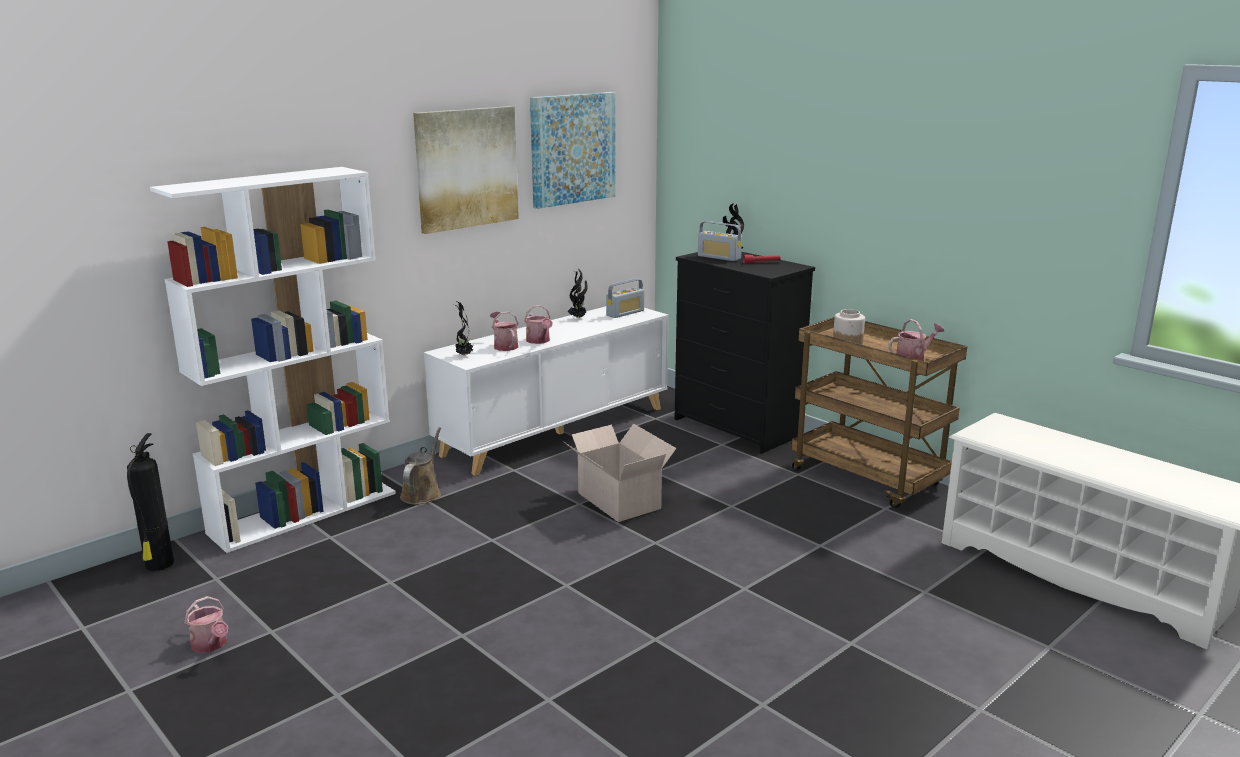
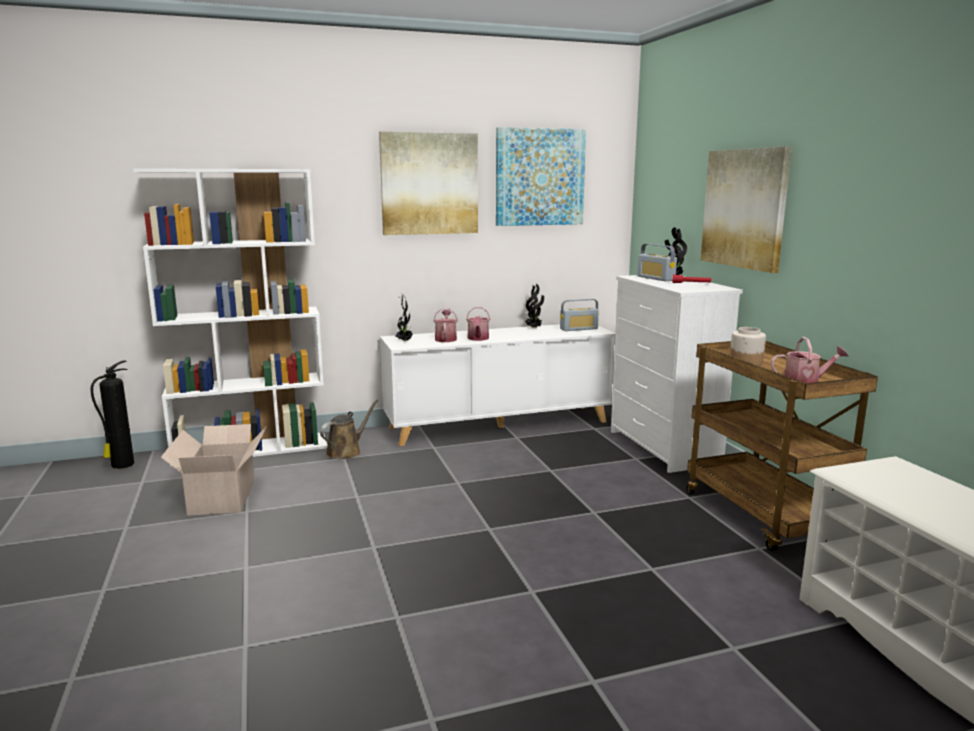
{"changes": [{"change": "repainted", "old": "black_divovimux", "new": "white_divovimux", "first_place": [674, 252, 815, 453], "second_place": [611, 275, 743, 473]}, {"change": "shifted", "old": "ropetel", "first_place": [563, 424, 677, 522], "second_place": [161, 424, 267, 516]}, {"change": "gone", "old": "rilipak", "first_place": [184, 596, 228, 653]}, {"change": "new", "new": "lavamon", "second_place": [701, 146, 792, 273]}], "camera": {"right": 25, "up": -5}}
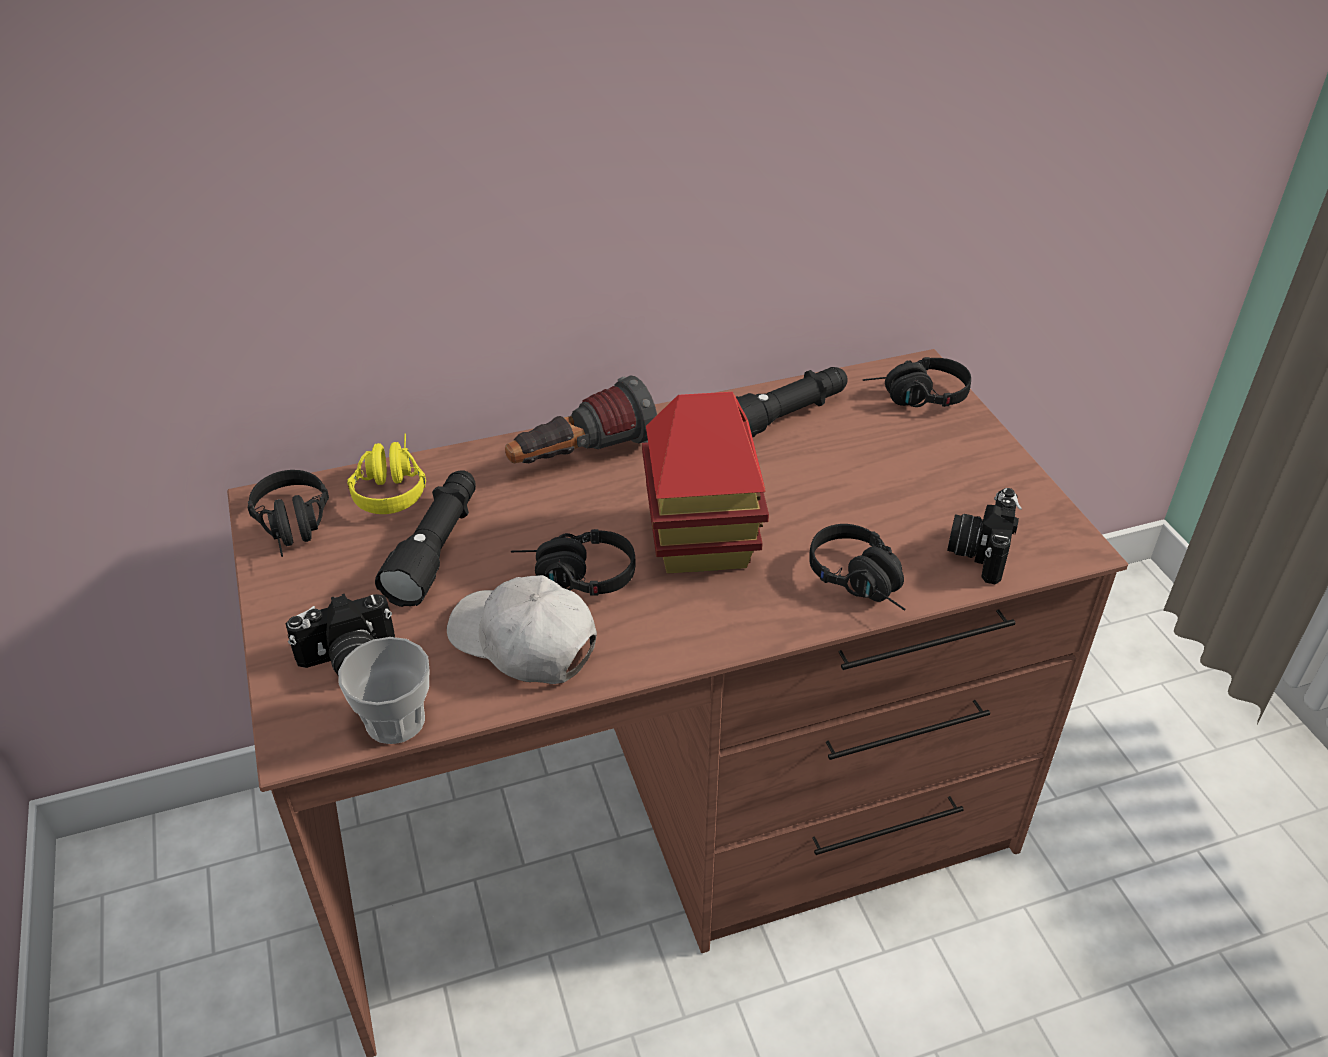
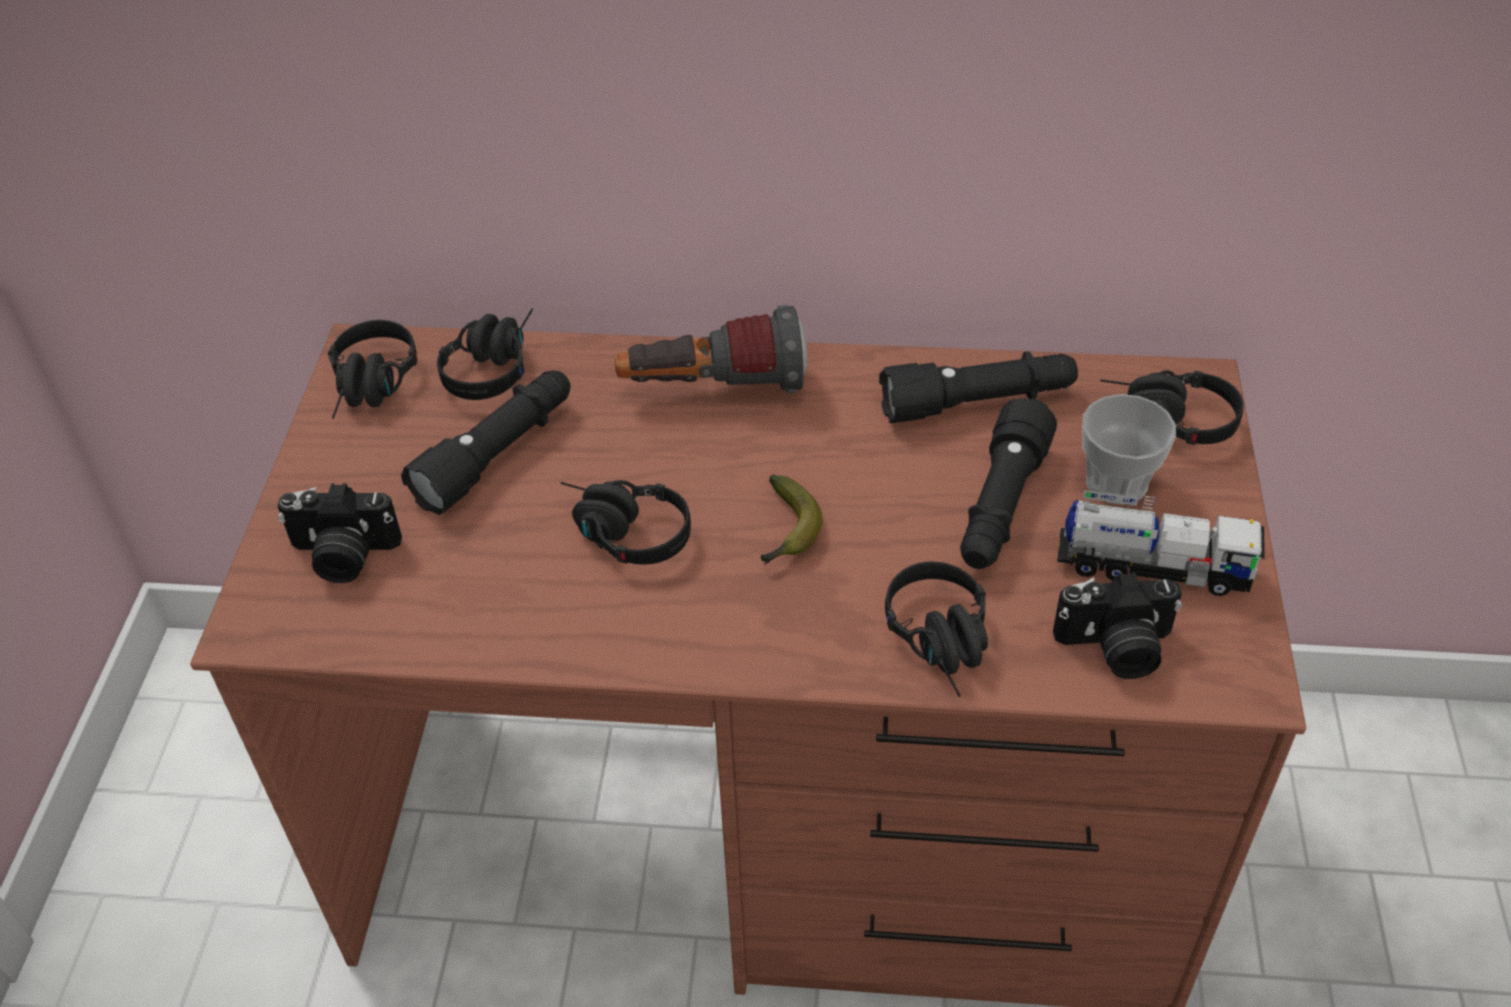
{"changes": [{"change": "swapped", "old": "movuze", "new": "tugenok", "first_place": [642, 392, 769, 574], "second_place": [761, 475, 822, 565]}, {"change": "repainted", "old": "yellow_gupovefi", "new": "black_gupovefi", "first_place": [347, 433, 426, 514], "second_place": [437, 308, 533, 400]}, {"change": "rotated", "old": "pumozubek", "first_place": [947, 488, 1022, 584], "second_place": [1053, 572, 1182, 679], "degrees": -135}, {"change": "gone", "old": "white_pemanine", "first_place": [447, 575, 597, 684]}, {"change": "shifted", "old": "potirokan", "first_place": [338, 637, 429, 744], "second_place": [1082, 394, 1176, 505]}, {"change": "new", "new": "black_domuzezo", "second_place": [960, 398, 1057, 569]}, {"change": "new", "new": "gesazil", "second_place": [1057, 490, 1265, 596]}], "camera": {"right": 25, "up": 5}}
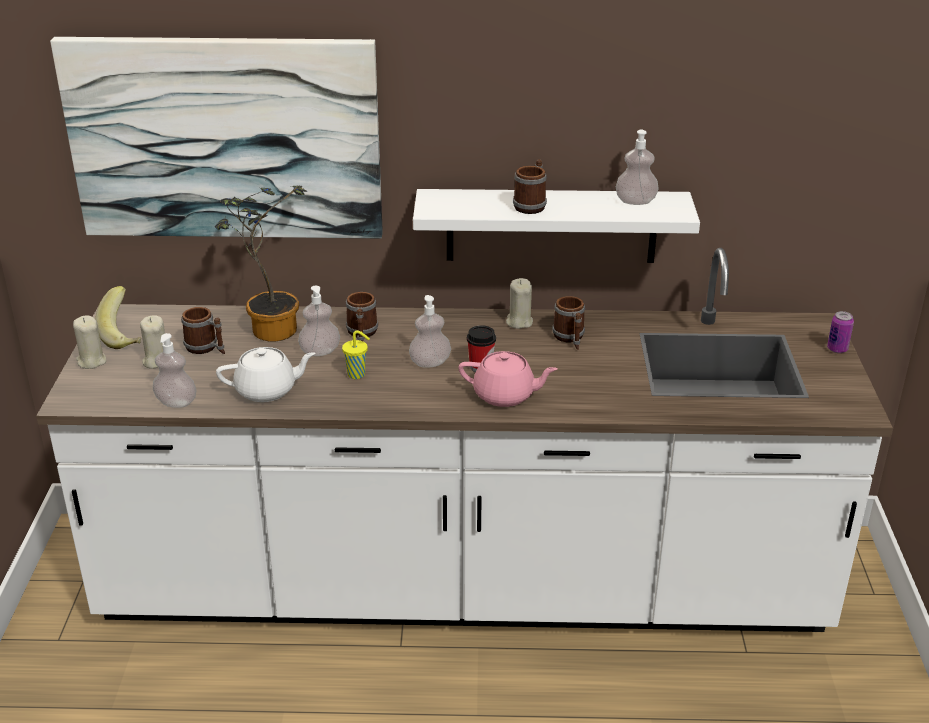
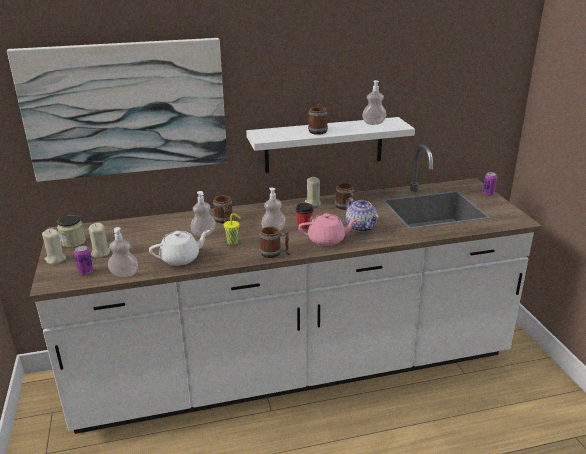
{"changes": [{"change": "gone", "old": "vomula", "first_place": [215, 186, 307, 342]}, {"change": "swapped", "old": "tugenok", "new": "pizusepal", "first_place": [95, 286, 141, 349], "second_place": [57, 215, 86, 247]}, {"change": "shifted", "old": "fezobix", "first_place": [181, 307, 225, 354], "second_place": [259, 227, 290, 258]}, {"change": "new", "new": "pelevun", "second_place": [346, 198, 379, 232]}, {"change": "new", "new": "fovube", "second_place": [74, 246, 93, 275]}], "camera": {"right": -15, "up": -5}}
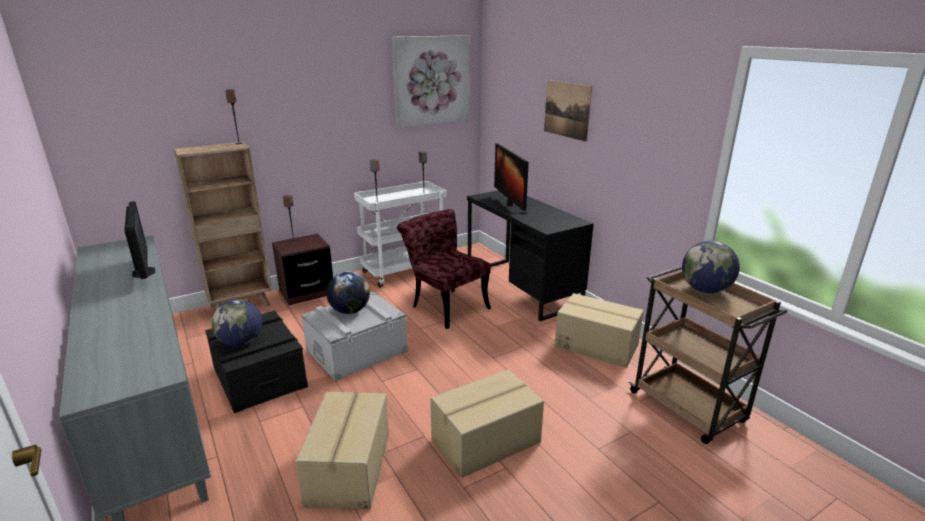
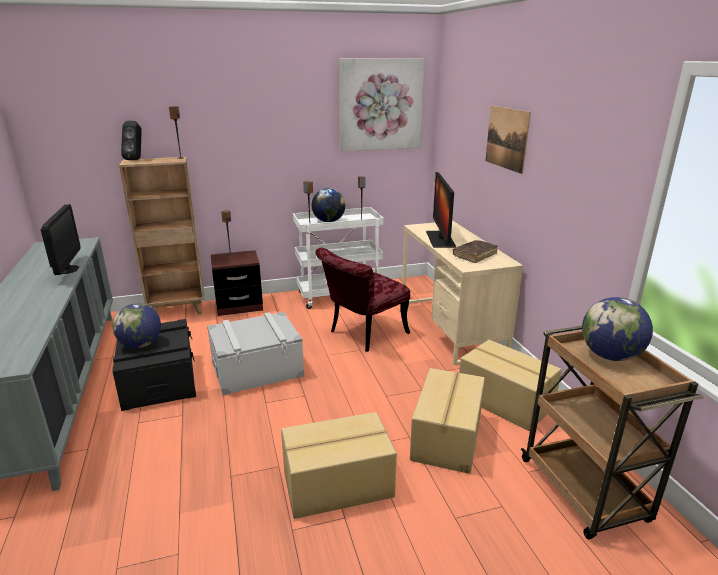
{"changes": [{"change": "repainted", "old": "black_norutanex", "new": "beige_norutanex", "first_place": [467, 190, 594, 321], "second_place": [402, 221, 523, 365]}, {"change": "rotated", "old": "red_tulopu", "first_place": [397, 209, 491, 329], "second_place": [315, 248, 410, 352], "degrees": -105}, {"change": "shifted", "old": "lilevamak", "first_place": [326, 271, 370, 314], "second_place": [312, 188, 345, 222]}, {"change": "shifted", "old": "ropetel", "first_place": [295, 392, 389, 509], "second_place": [410, 368, 485, 474]}, {"change": "new", "new": "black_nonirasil", "second_place": [121, 121, 142, 160]}, {"change": "new", "new": "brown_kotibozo", "second_place": [453, 240, 498, 263]}], "camera": {"right": 15, "up": 0}}
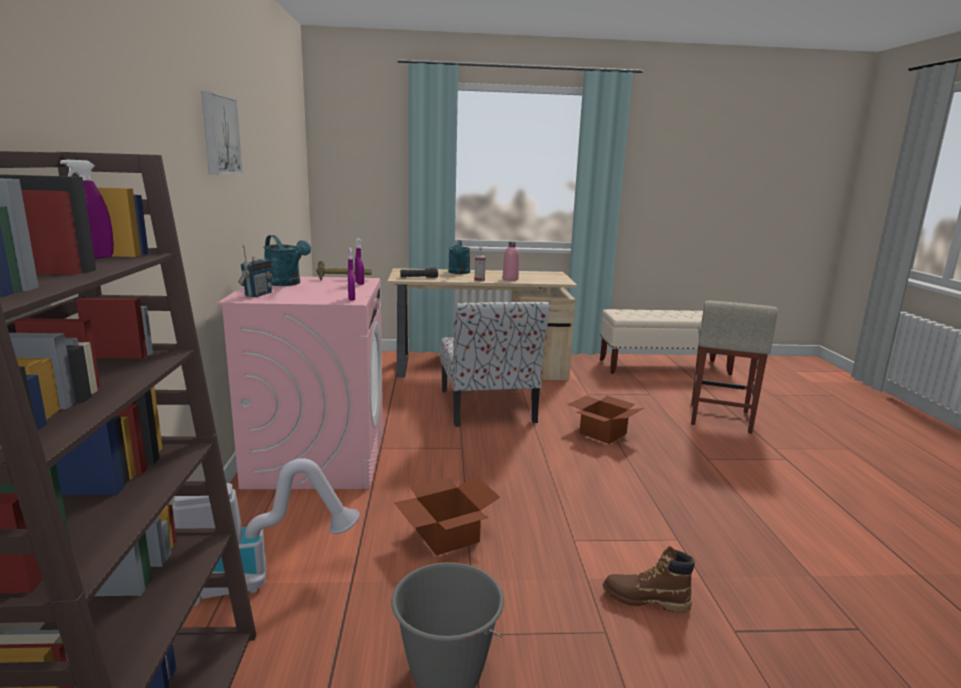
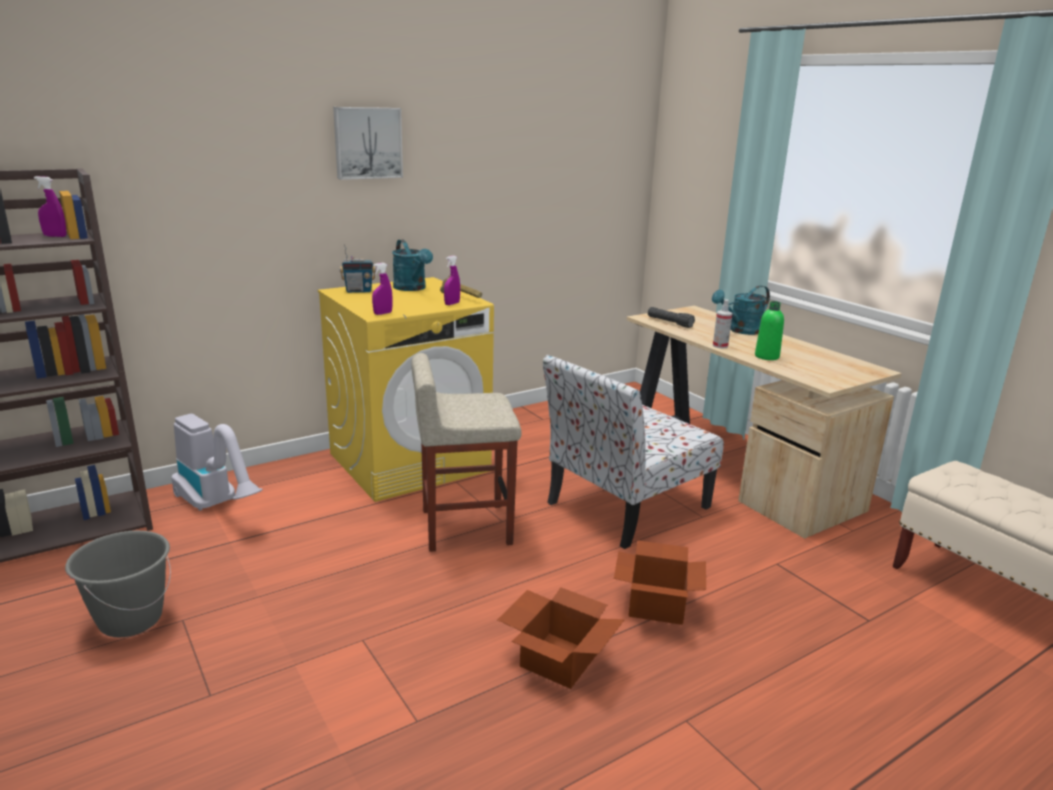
{"changes": [{"change": "rotated", "old": "turquoise_rilipak", "first_place": [263, 235, 311, 286], "second_place": [392, 239, 433, 291], "degrees": -45}, {"change": "repainted", "old": "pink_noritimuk", "new": "green_noritimuk", "first_place": [503, 242, 519, 281], "second_place": [755, 301, 784, 360]}, {"change": "repainted", "old": "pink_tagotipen", "new": "yellow_tagotipen", "first_place": [217, 277, 383, 489], "second_place": [318, 277, 494, 502]}, {"change": "shifted", "old": "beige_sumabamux", "first_place": [691, 301, 778, 434], "second_place": [411, 353, 522, 552]}, {"change": "shifted", "old": "ropetel", "first_place": [394, 476, 500, 556], "second_place": [497, 587, 625, 689]}, {"change": "gone", "old": "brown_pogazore", "first_place": [603, 546, 695, 613]}], "camera": {"right": 60, "up": 5}}
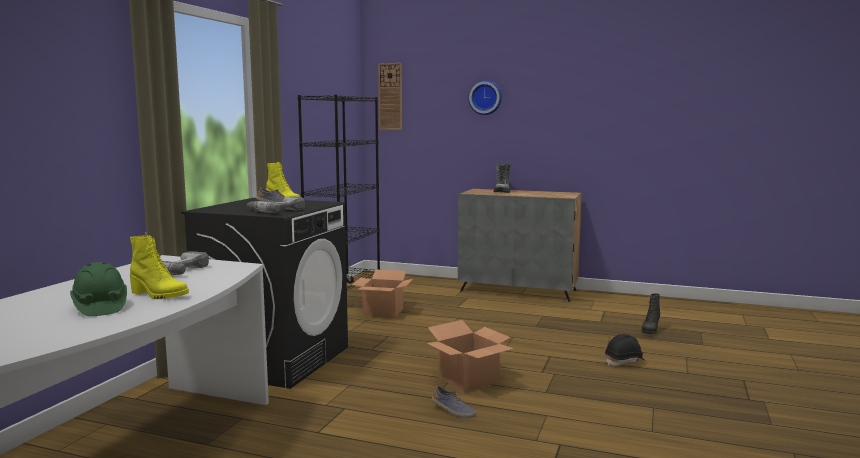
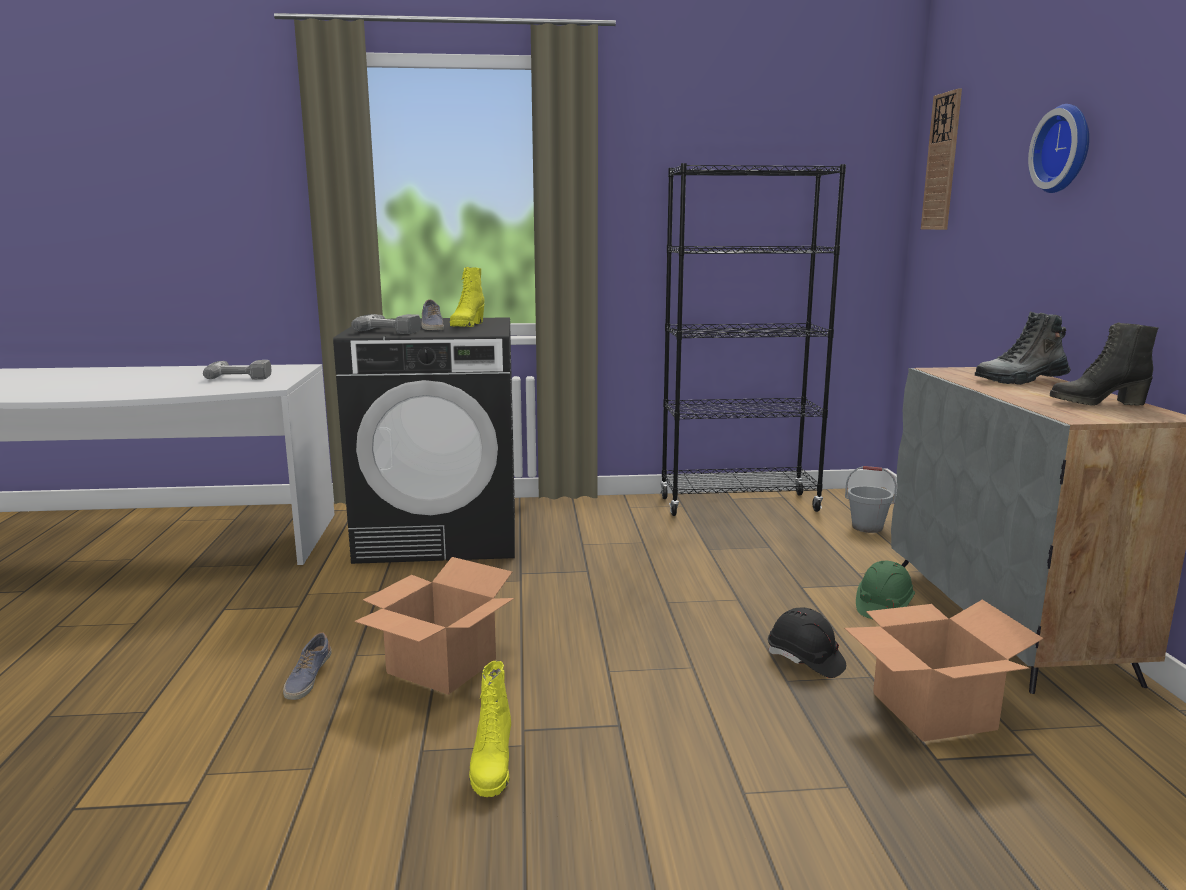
{"changes": [{"change": "shifted", "old": "yellow_pogazore", "first_place": [130, 235, 189, 299], "second_place": [469, 661, 511, 797]}, {"change": "shifted", "old": "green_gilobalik", "first_place": [70, 262, 127, 316], "second_place": [856, 560, 915, 619]}, {"change": "shifted", "old": "ropetel", "first_place": [352, 269, 413, 317], "second_place": [844, 600, 1043, 741]}, {"change": "shifted", "old": "black_pogazore", "first_place": [642, 293, 660, 334], "second_place": [1050, 323, 1158, 406]}, {"change": "shifted", "old": "black_gilobalik", "first_place": [605, 334, 647, 366], "second_place": [768, 608, 846, 678]}, {"change": "new", "new": "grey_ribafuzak", "second_place": [845, 466, 897, 533]}], "camera": {"right": 65, "up": 5}}
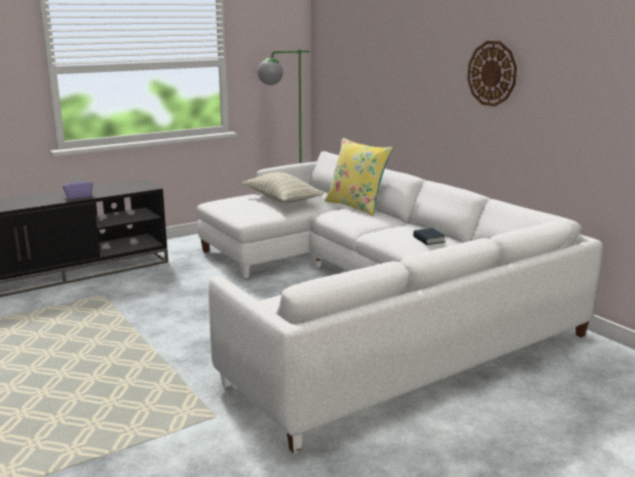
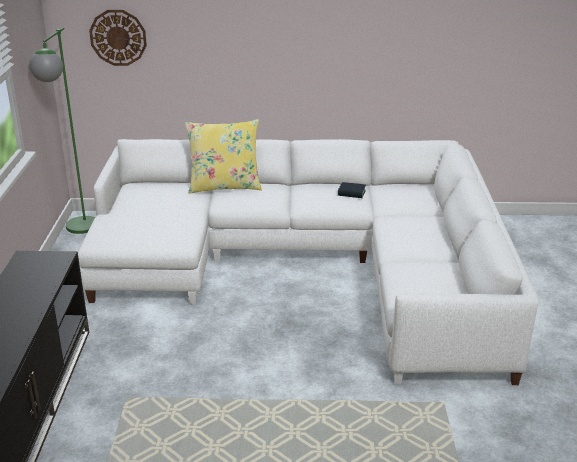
{"changes": [{"change": "shifted", "old": "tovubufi", "first_place": [467, 41, 517, 106], "second_place": [89, 10, 147, 66]}, {"change": "gone", "old": "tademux", "first_place": [242, 172, 324, 203]}, {"change": "gone", "old": "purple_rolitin", "first_place": [62, 175, 93, 199]}], "camera": {"right": -55, "up": 10}}
